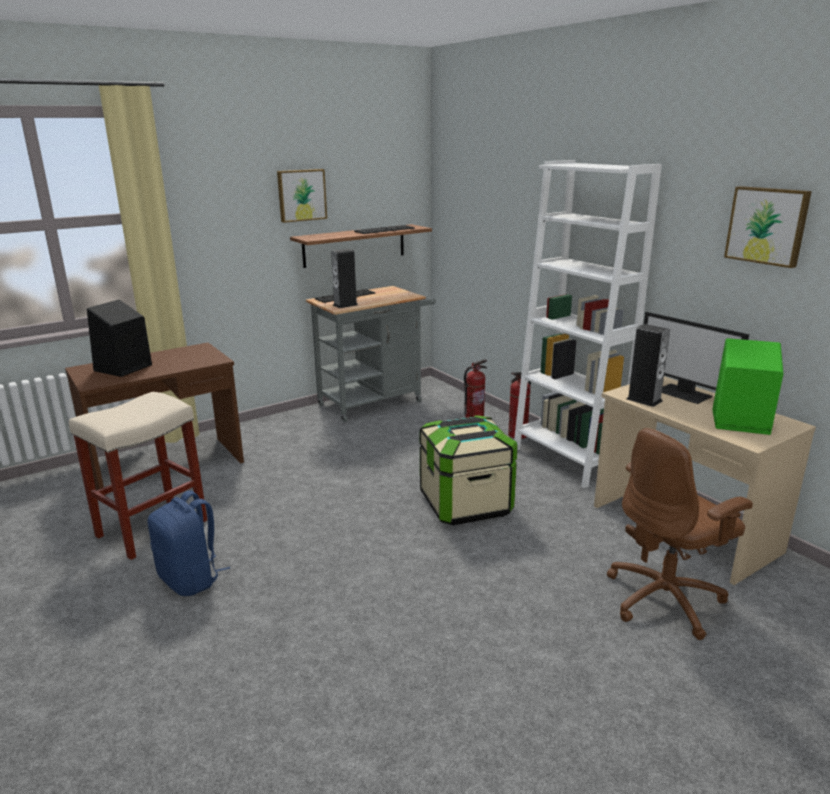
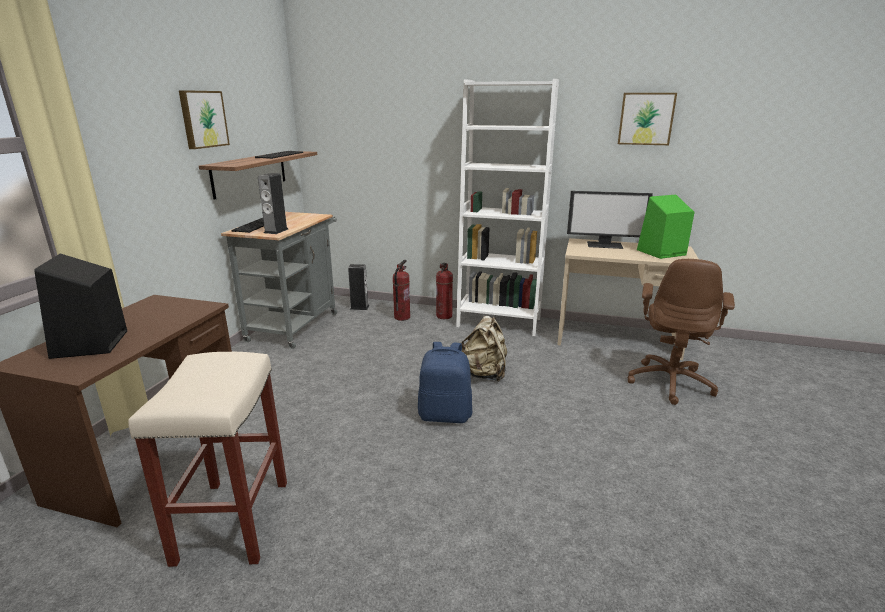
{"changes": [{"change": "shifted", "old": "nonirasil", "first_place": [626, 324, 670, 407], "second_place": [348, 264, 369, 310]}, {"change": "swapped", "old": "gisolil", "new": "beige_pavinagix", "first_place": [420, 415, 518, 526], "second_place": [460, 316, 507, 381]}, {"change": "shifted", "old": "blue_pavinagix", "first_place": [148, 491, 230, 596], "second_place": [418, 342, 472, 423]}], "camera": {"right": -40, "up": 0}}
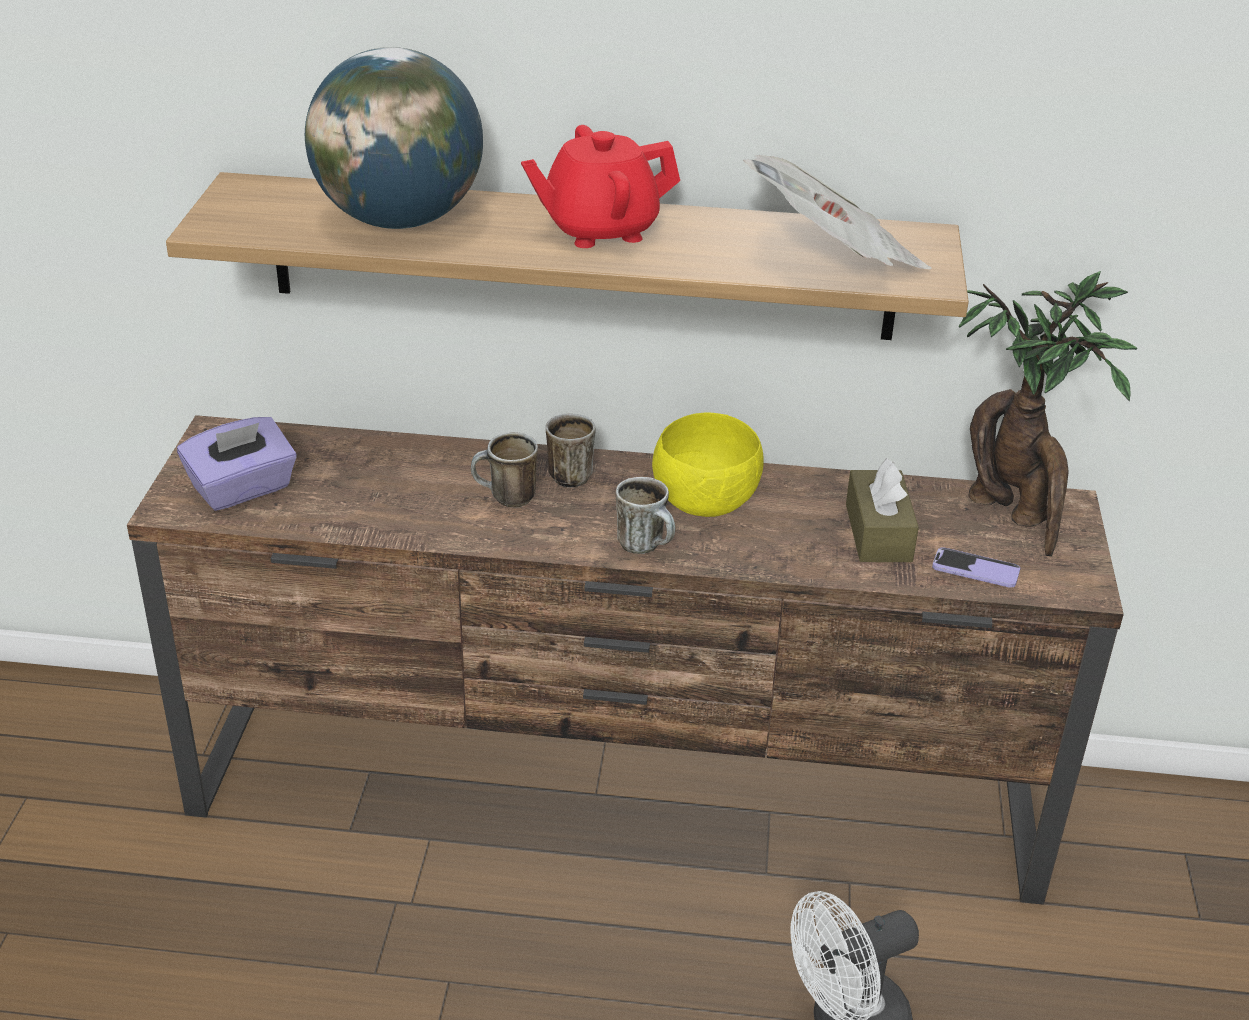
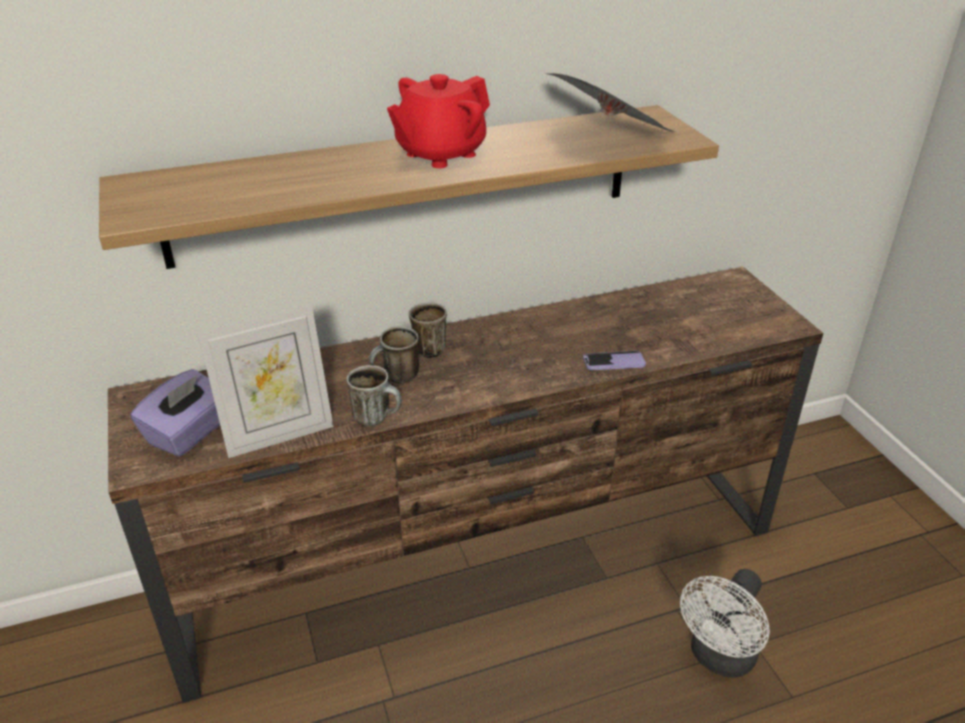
{"changes": [{"change": "gone", "old": "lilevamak", "first_place": [305, 47, 483, 229]}, {"change": "gone", "old": "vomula", "first_place": [959, 271, 1138, 556]}, {"change": "gone", "old": "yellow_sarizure", "first_place": [652, 413, 764, 517]}, {"change": "gone", "old": "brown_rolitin", "first_place": [846, 458, 919, 562]}, {"change": "shifted", "old": "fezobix", "first_place": [616, 477, 675, 554], "second_place": [347, 365, 402, 427]}, {"change": "shifted", "old": "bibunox", "first_place": [932, 547, 1020, 588], "second_place": [583, 351, 646, 370]}, {"change": "new", "new": "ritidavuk", "second_place": [198, 305, 334, 458]}], "camera": {"right": -25, "up": 0}}
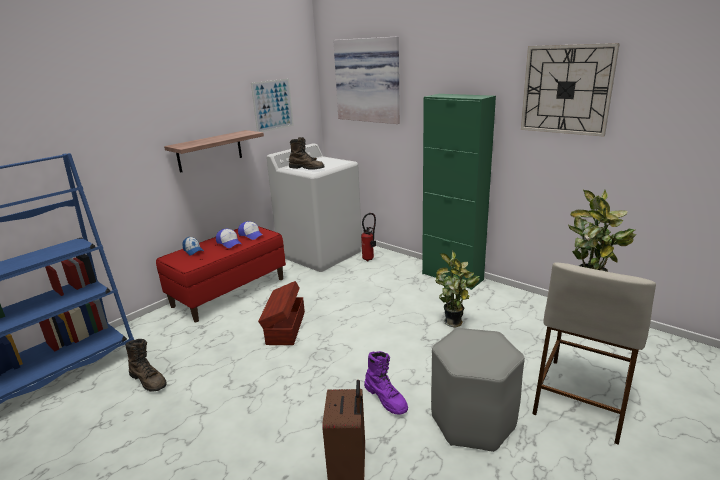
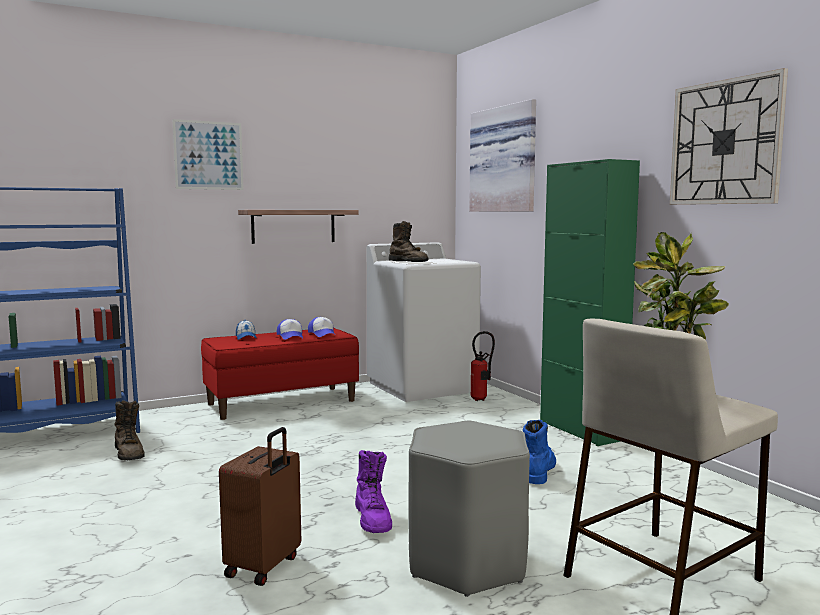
{"changes": [{"change": "shifted", "old": "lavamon", "first_place": [251, 78, 294, 132], "second_place": [173, 119, 243, 190]}, {"change": "swapped", "old": "vomula", "new": "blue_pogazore", "first_place": [435, 250, 480, 328], "second_place": [523, 420, 556, 484]}, {"change": "gone", "old": "brown_gisolil", "first_place": [258, 281, 305, 345]}], "camera": {"right": 20, "up": -15}}
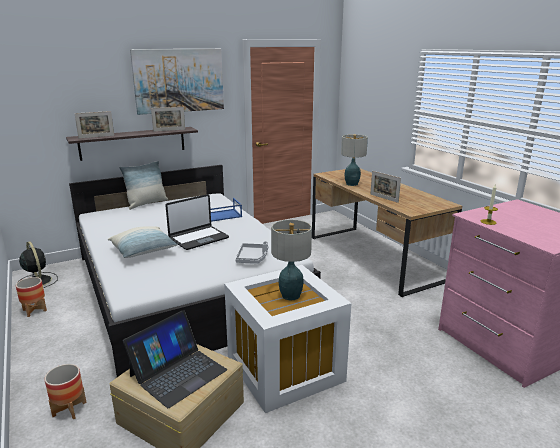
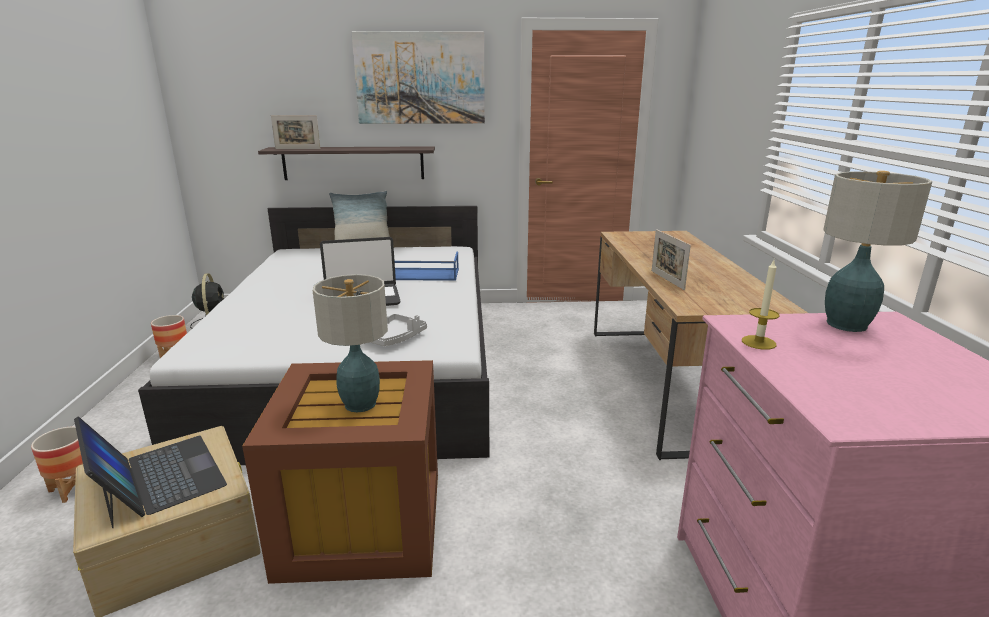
{"changes": [{"change": "gone", "old": "ritidavuk", "first_place": [151, 107, 185, 132]}, {"change": "shifted", "old": "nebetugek", "first_place": [341, 134, 368, 186], "second_place": [823, 171, 932, 332]}, {"change": "gone", "old": "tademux", "first_place": [108, 226, 178, 258]}, {"change": "repainted", "old": "white_gisolil", "new": "brown_gisolil", "first_place": [224, 265, 352, 413], "second_place": [242, 360, 438, 584]}, {"change": "rotated", "old": "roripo", "first_place": [123, 311, 227, 408], "second_place": [74, 416, 227, 528], "degrees": -105}], "camera": {"right": 25, "up": 0}}
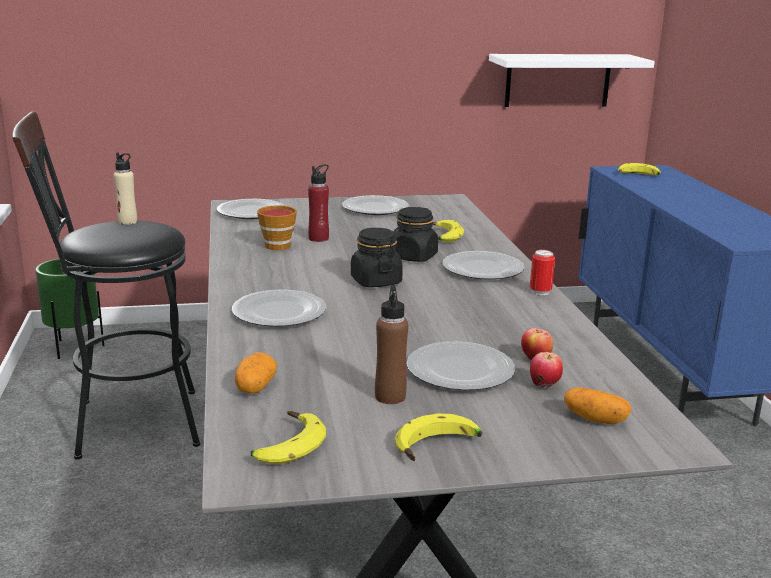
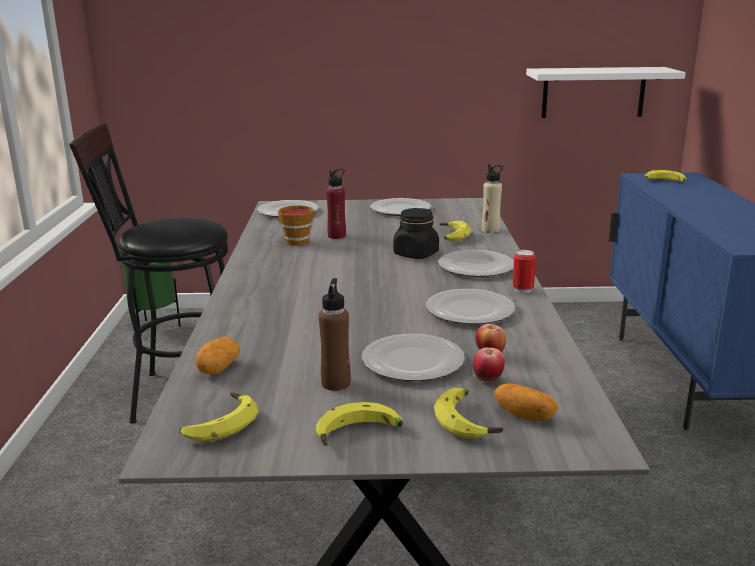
{"changes": [{"change": "shifted", "old": "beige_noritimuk", "first_place": [113, 152, 137, 225], "second_place": [482, 164, 503, 233]}, {"change": "gone", "old": "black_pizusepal", "first_place": [351, 228, 403, 287]}, {"change": "shifted", "old": "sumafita", "first_place": [232, 289, 327, 327], "second_place": [426, 289, 515, 324]}, {"change": "new", "new": "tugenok", "second_place": [434, 387, 503, 438]}], "camera": {"right": 10, "up": 0}}
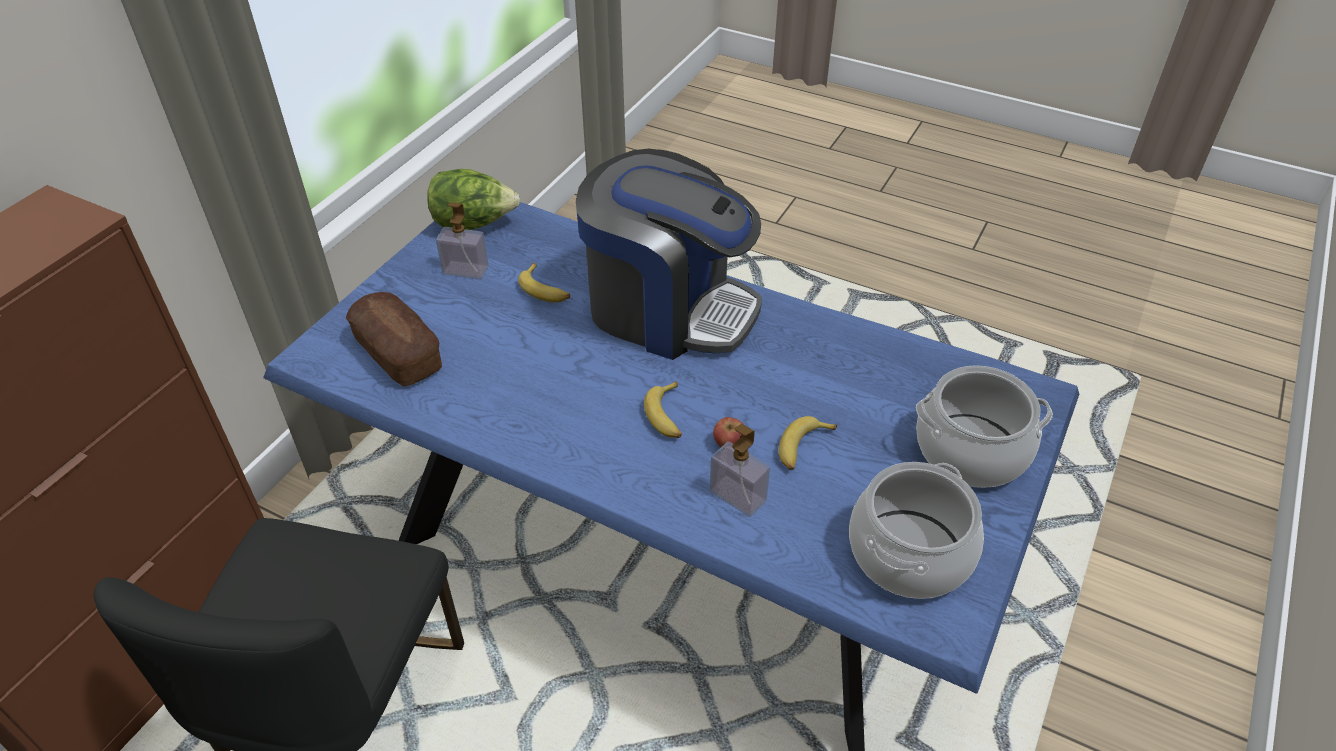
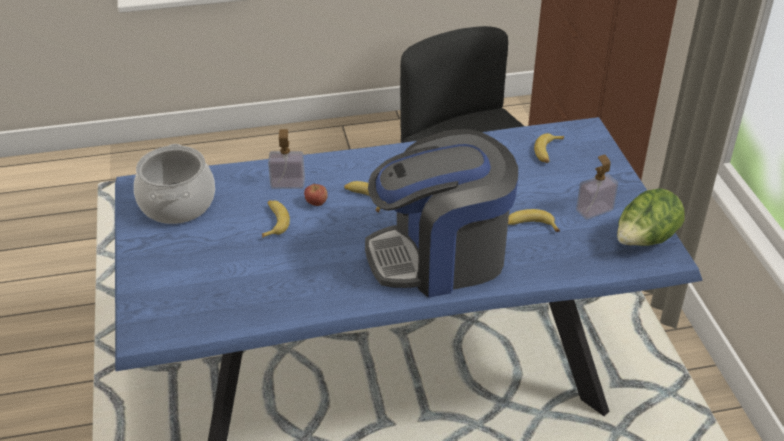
{"changes": [{"change": "swapped", "old": "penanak", "new": "tugenok", "first_place": [346, 292, 442, 386], "second_place": [534, 133, 564, 163]}, {"change": "gone", "old": "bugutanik", "first_place": [916, 365, 1053, 488]}], "camera": {"right": 140, "up": -5}}
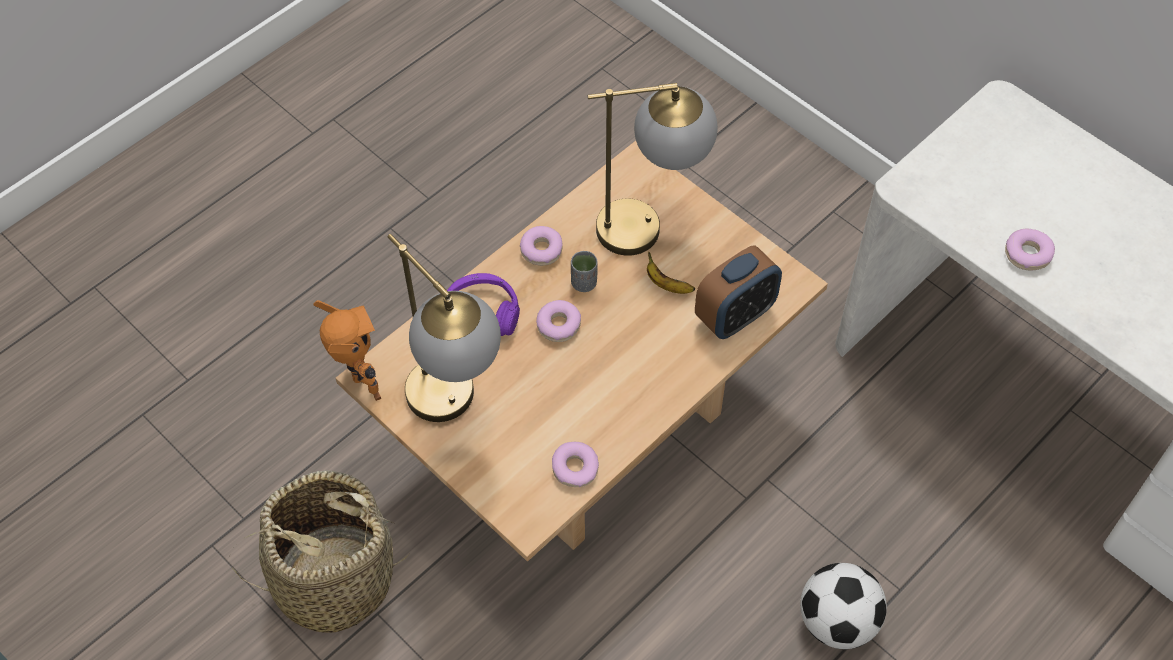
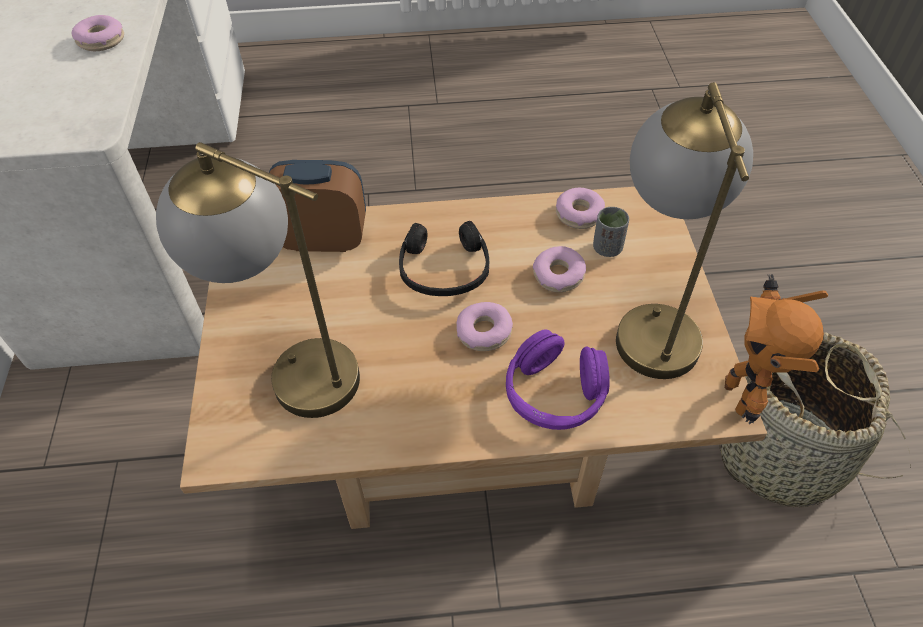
{"changes": [{"change": "shifted", "old": "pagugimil", "first_place": [520, 226, 562, 266], "second_place": [533, 246, 586, 292]}, {"change": "shifted", "old": "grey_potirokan", "first_place": [571, 251, 598, 292], "second_place": [593, 207, 629, 257]}, {"change": "gone", "old": "tugenok", "first_place": [647, 252, 695, 294]}, {"change": "gone", "old": "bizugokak", "first_place": [800, 563, 887, 649]}, {"change": "new", "new": "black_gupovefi", "second_place": [399, 221, 489, 296]}], "camera": {"right": -140, "up": -5}}
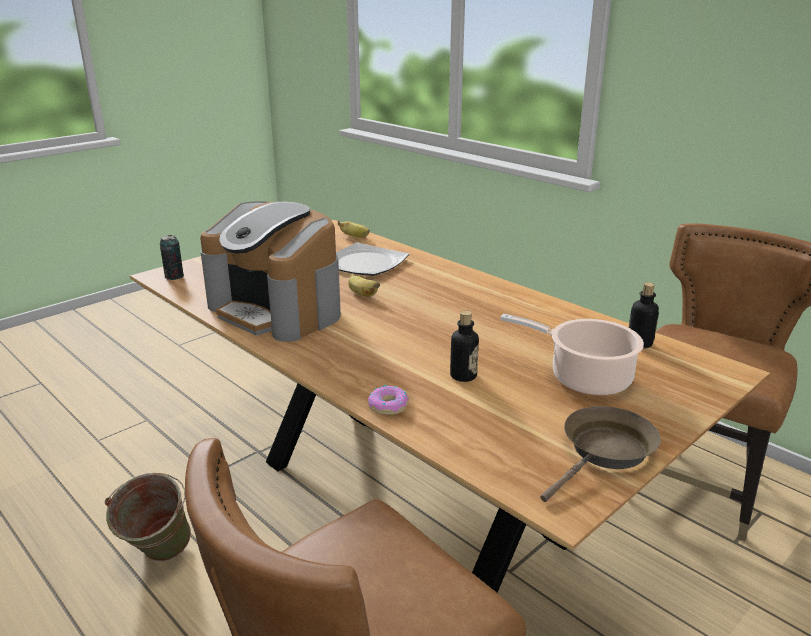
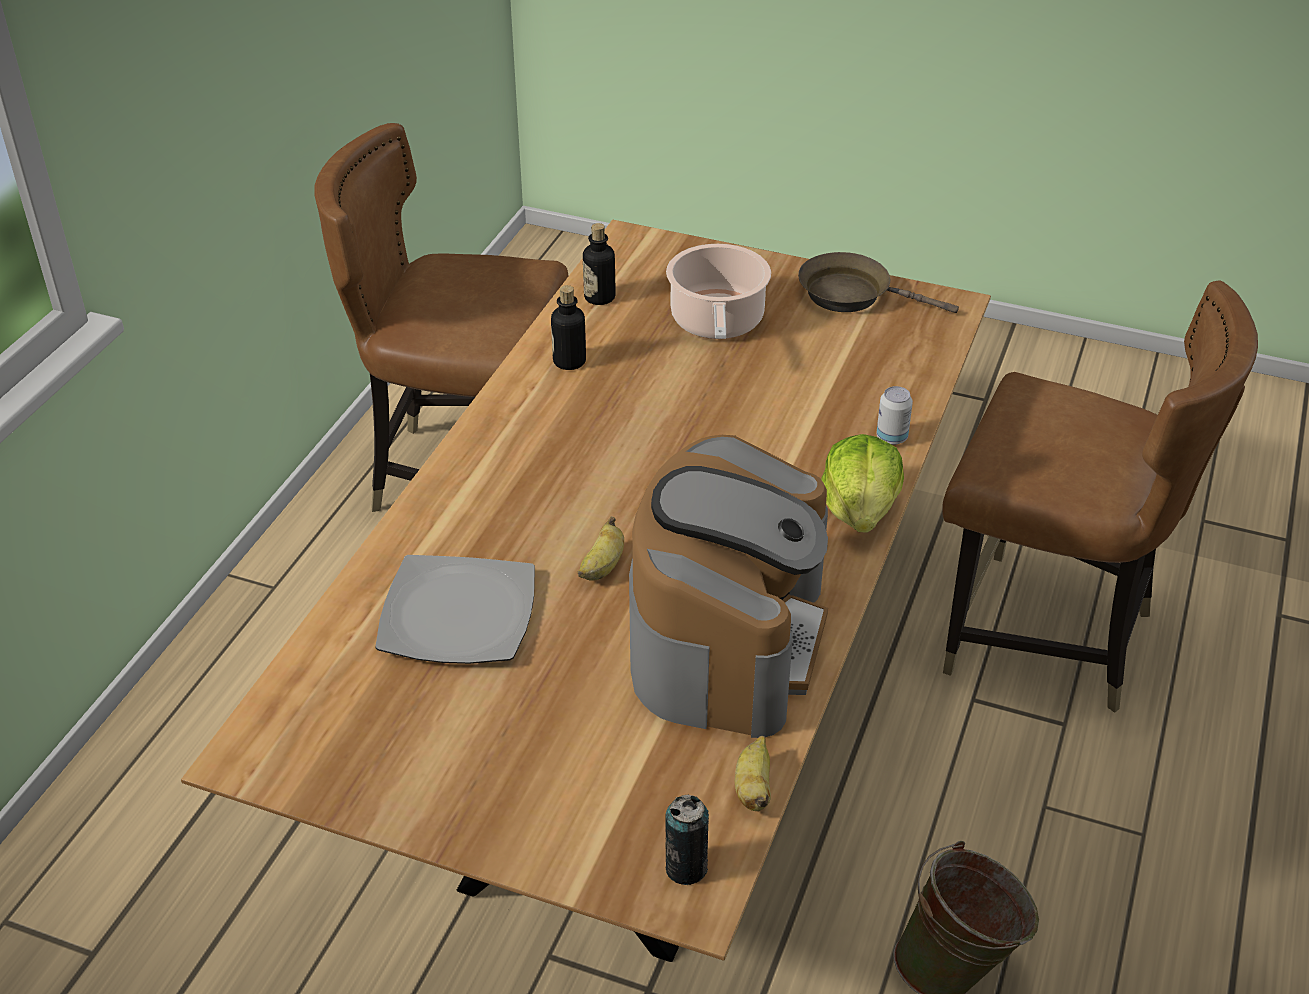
{"changes": [{"change": "shifted", "old": "tugenok", "first_place": [338, 221, 370, 238], "second_place": [735, 736, 771, 811]}, {"change": "shifted", "old": "noritimuk", "first_place": [450, 311, 479, 382], "second_place": [551, 285, 586, 370]}, {"change": "swapped", "old": "pagugimil", "new": "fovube", "first_place": [368, 385, 409, 415], "second_place": [876, 386, 913, 445]}, {"change": "new", "new": "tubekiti", "second_place": [821, 434, 904, 533]}], "camera": {"right": -115, "up": 15}}
